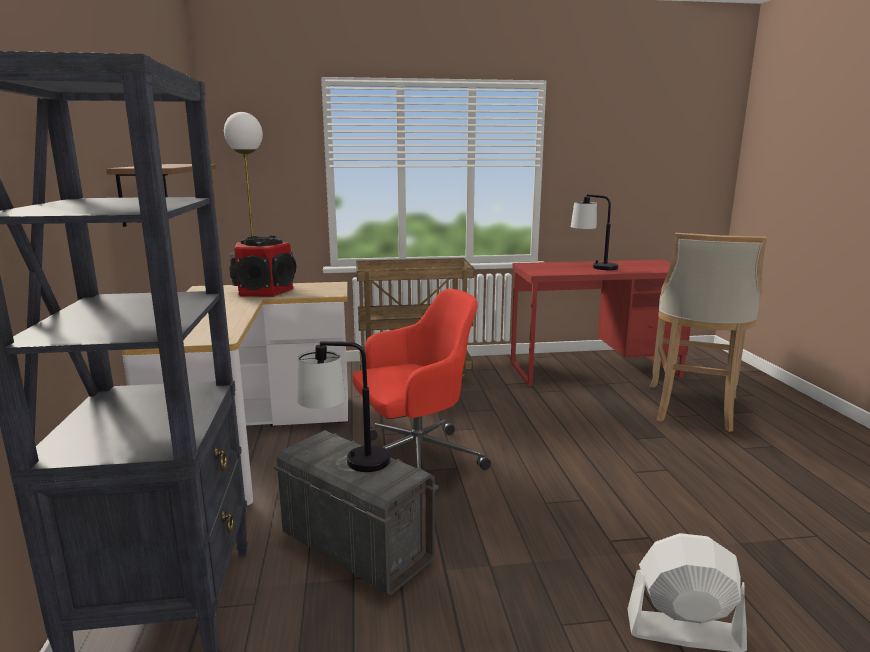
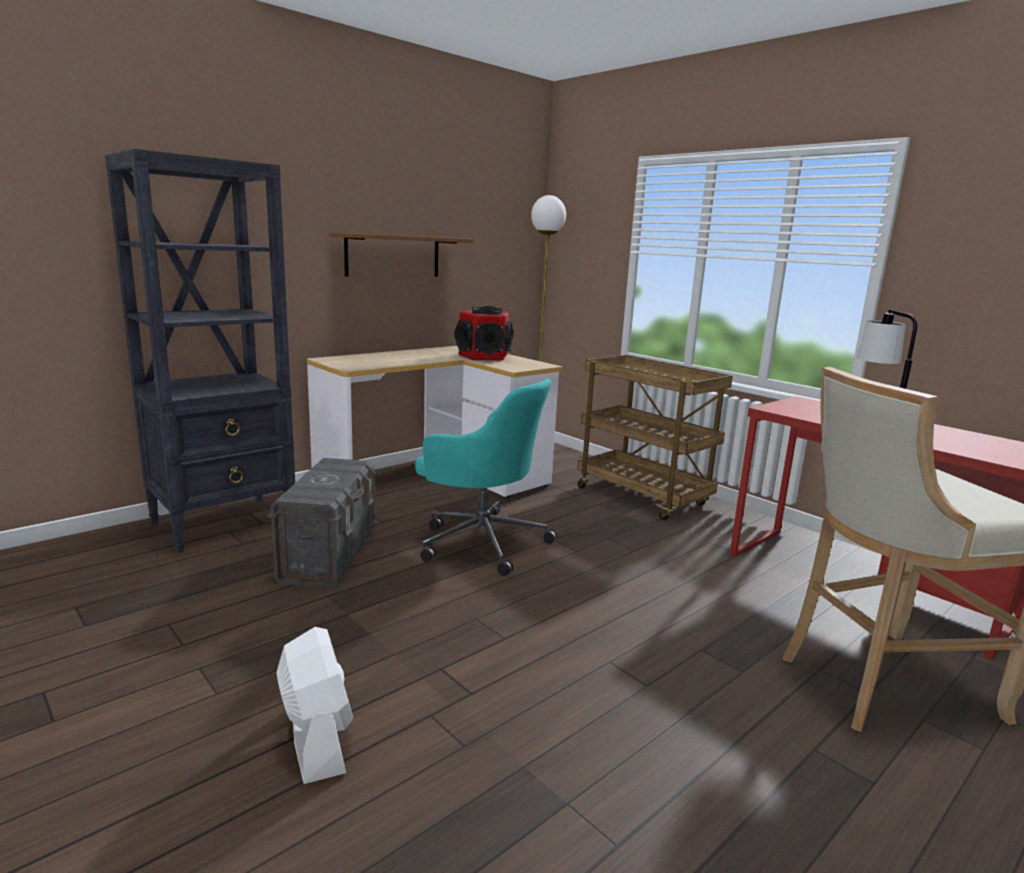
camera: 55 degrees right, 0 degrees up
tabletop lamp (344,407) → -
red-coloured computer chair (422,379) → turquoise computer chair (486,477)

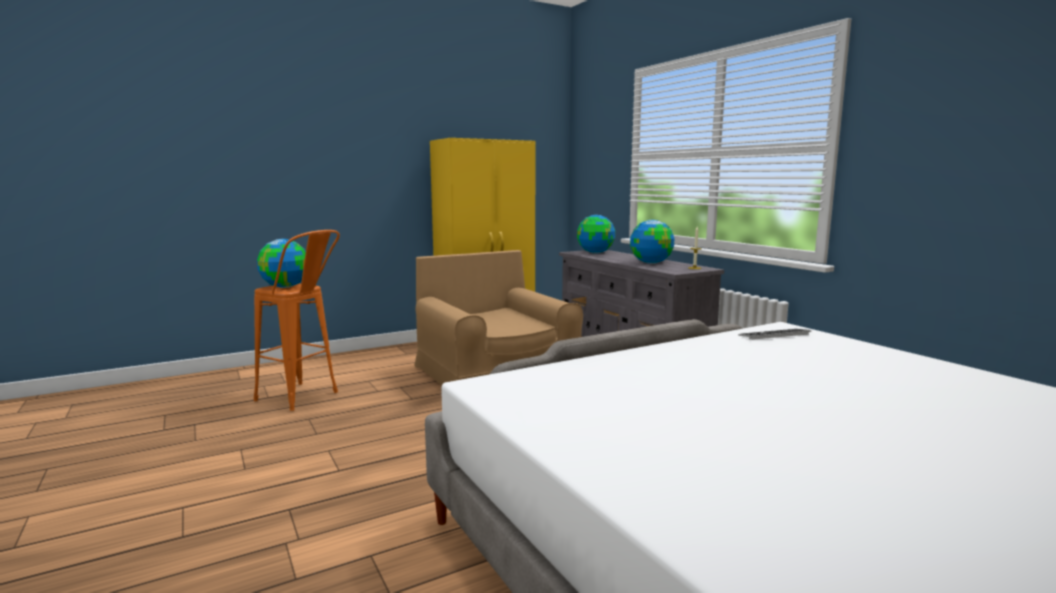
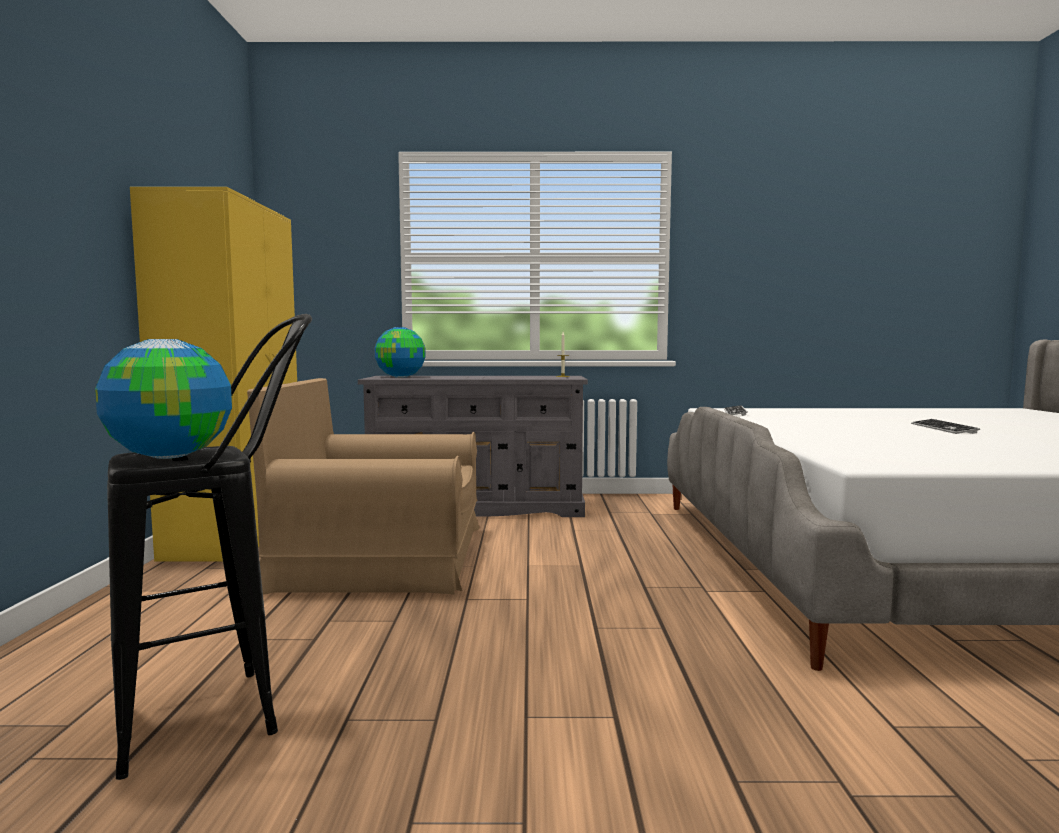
camera: 60 degrees left, 5 degrees down
globe (652,242) → -
- → keyboard (945,426)
orange-coloured stool (296,320) → black-coloured stool (209,547)

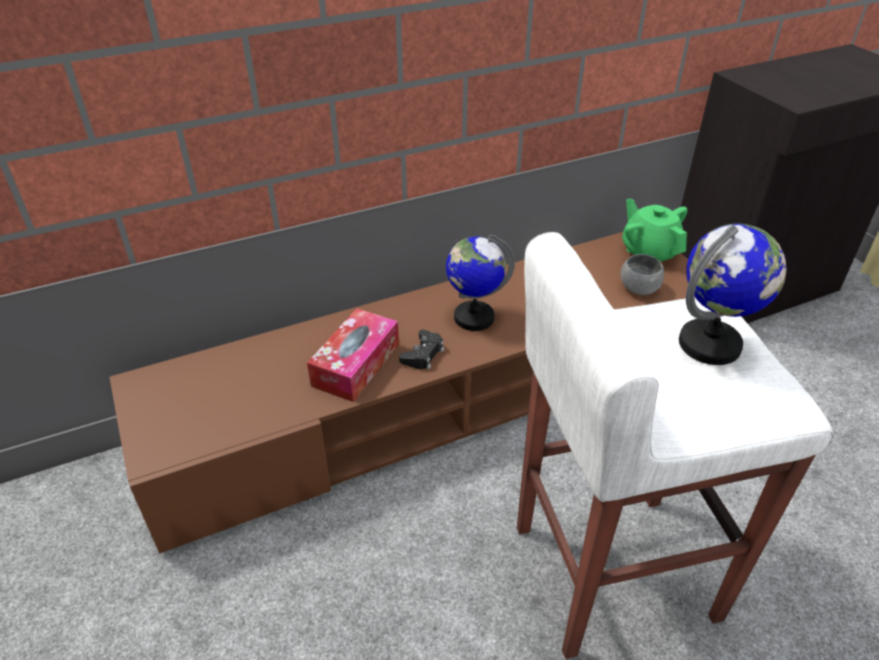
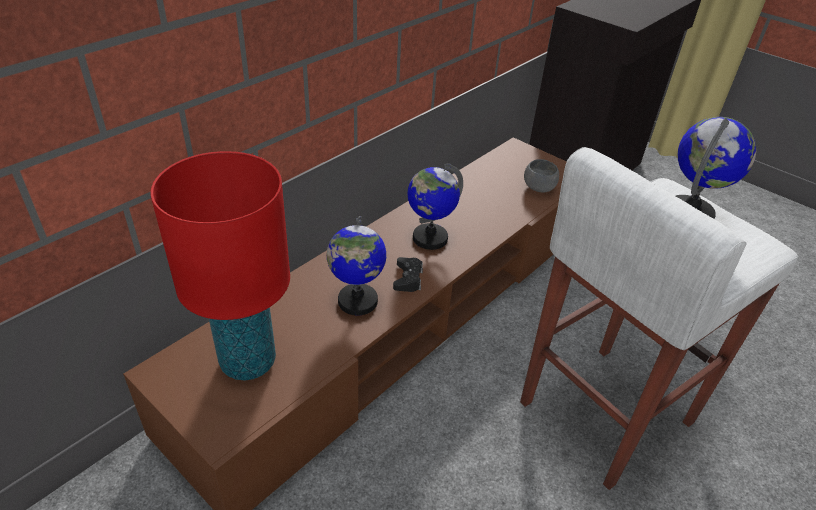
camera: 25 degrees left, 0 degrees up
green-coloured pot for tea (655,230) → -
- → red-coloured tabletop lamp (220,266)
tissue holder (353,355) → globe (356,265)

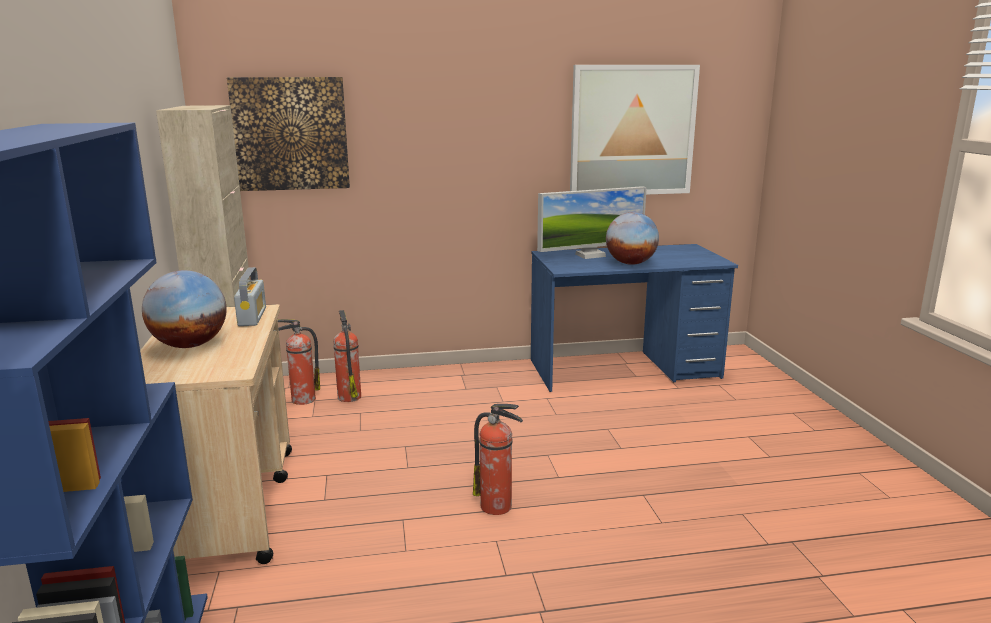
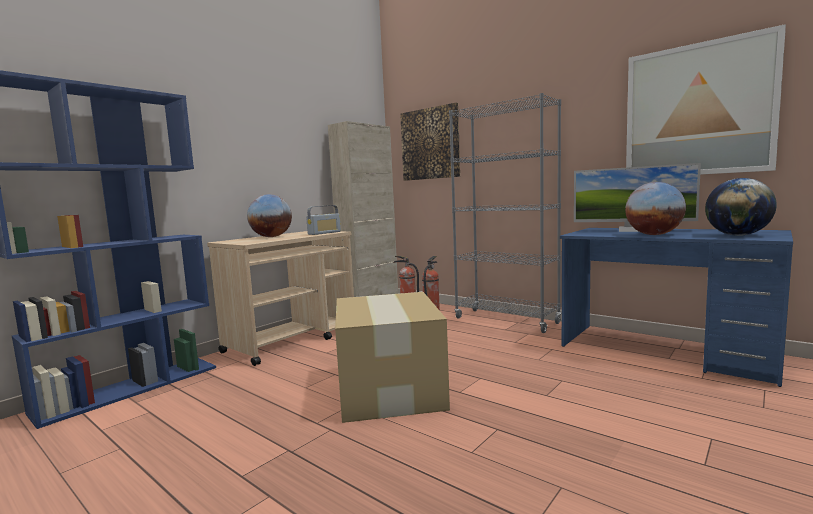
camera: 50 degrees right, 10 degrees down
- → gray shelving unit (505,213)
- → globe (741,207)
extinguisher (498,459) → packing box (392,357)

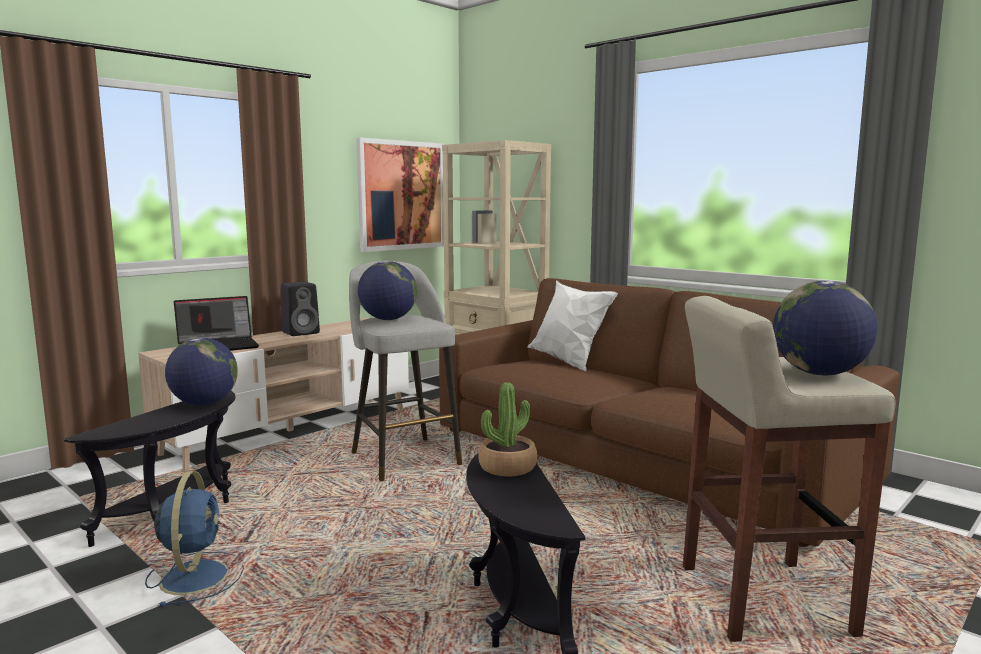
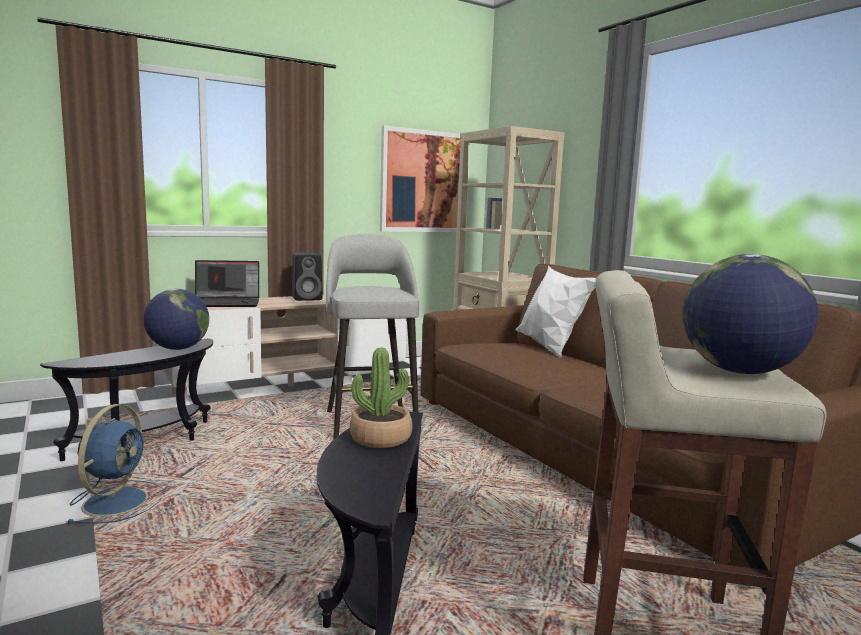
camera: 15 degrees right, 0 degrees up
globe (387,290) → -

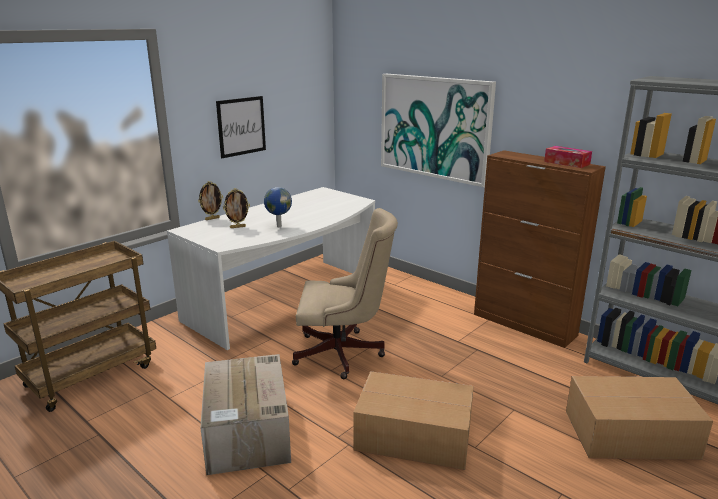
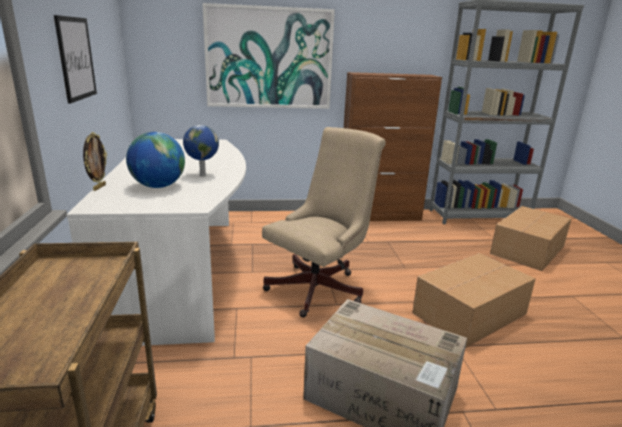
camera: 50 degrees left, 0 degrees up
tissue holder (568,157) → -
standing frame (236,208) → globe (155,160)

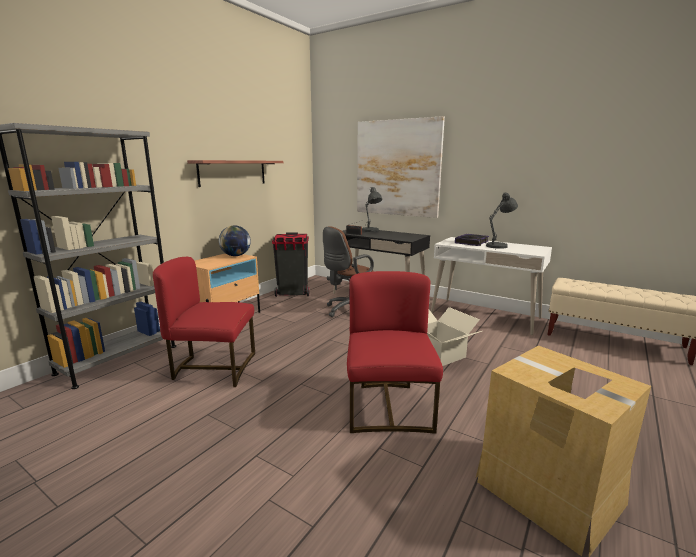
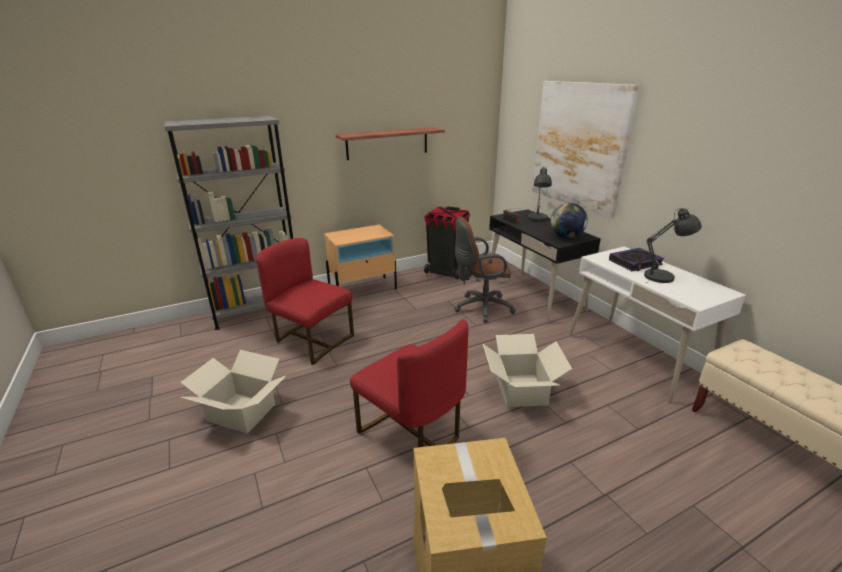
camera: 30 degrees right, 10 degrees up
- → packing box (233,392)
globe (235,241) → globe (569,220), moved
red-coloured upright chair (395,352) → red-coloured upright chair (409,383), 105 degrees clockwise

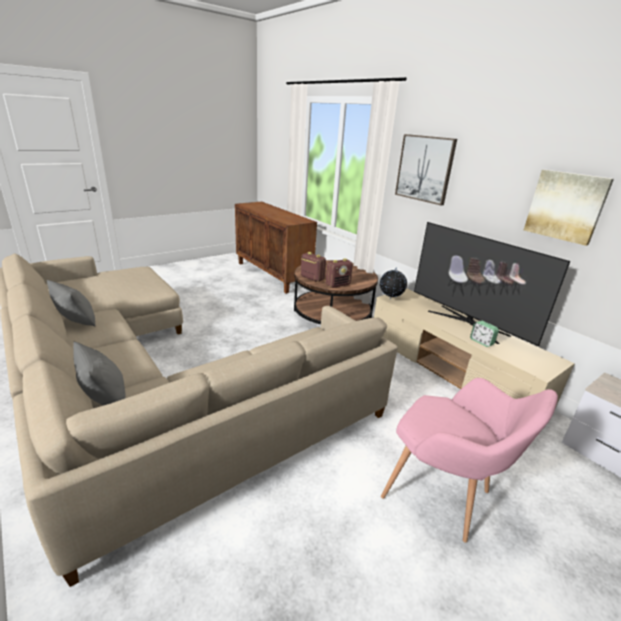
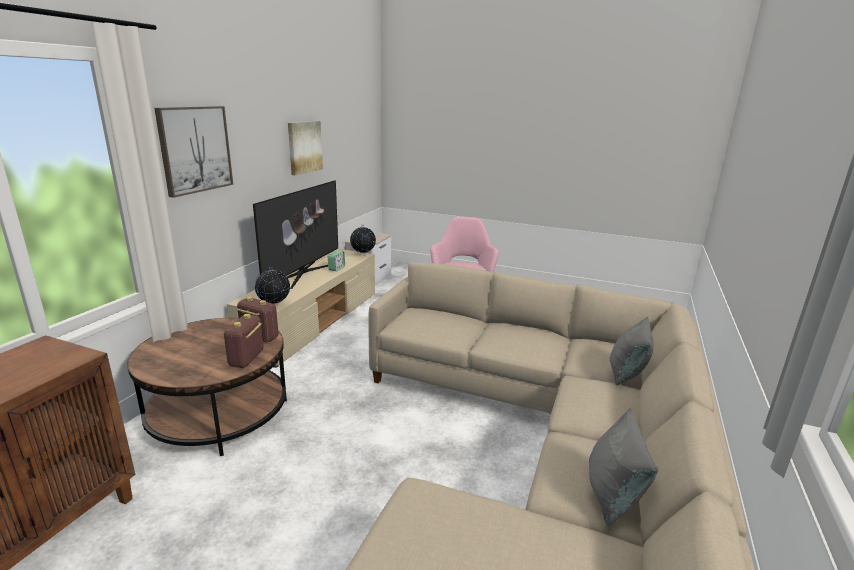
camera: 120 degrees left, 5 degrees down
- → globe (363,239)

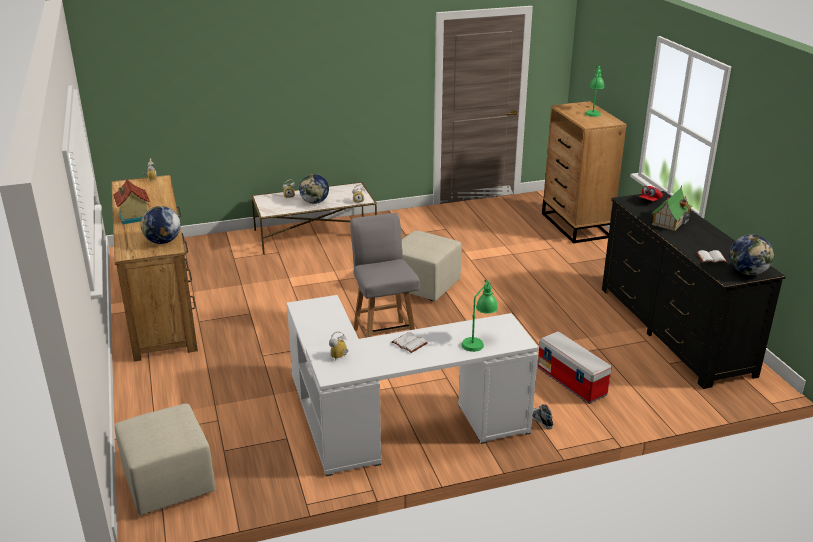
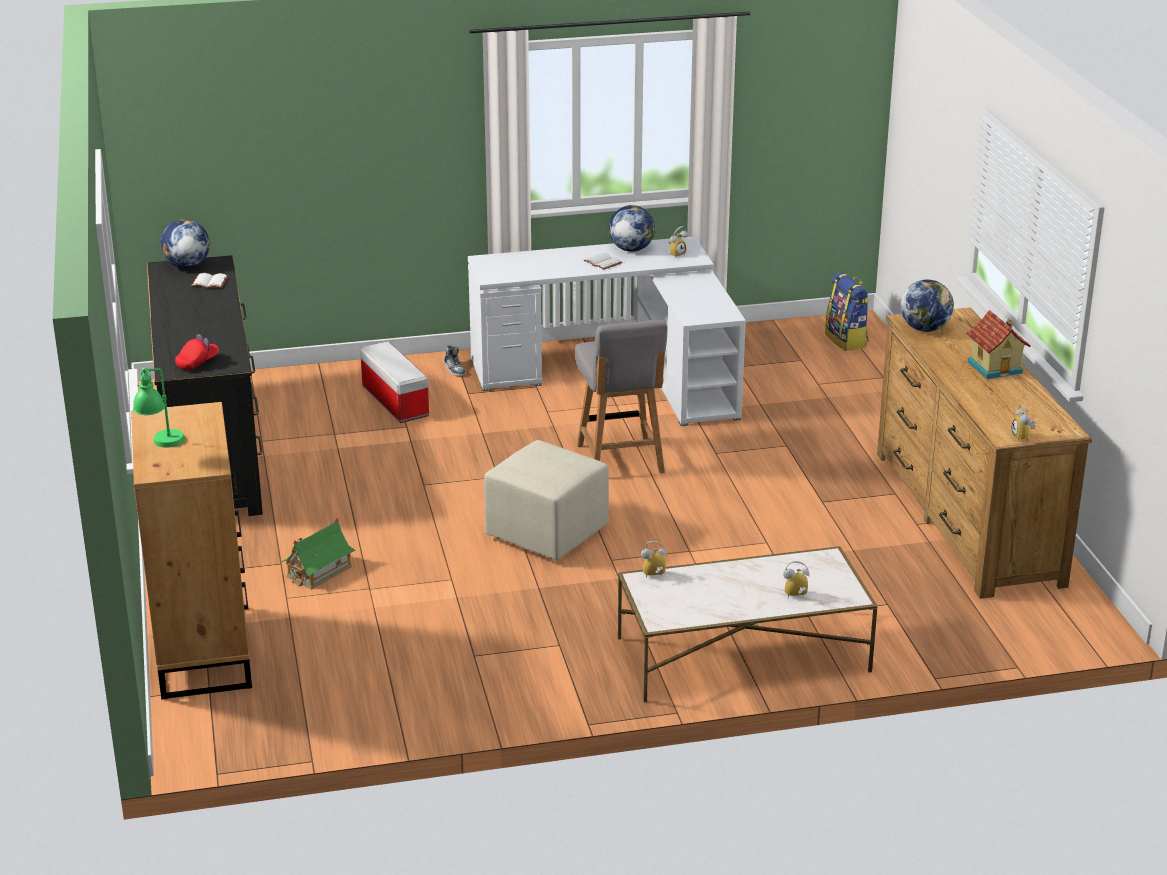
camera: 175 degrees left, 0 degrees up
green-coloured tabletop lamp (479,316) → -
globe (314,189) → globe (632,228), moved
model house (671,208) → model house (318,554), moved
sand-coloured ottoman (165,460) → knapsack (847,311)

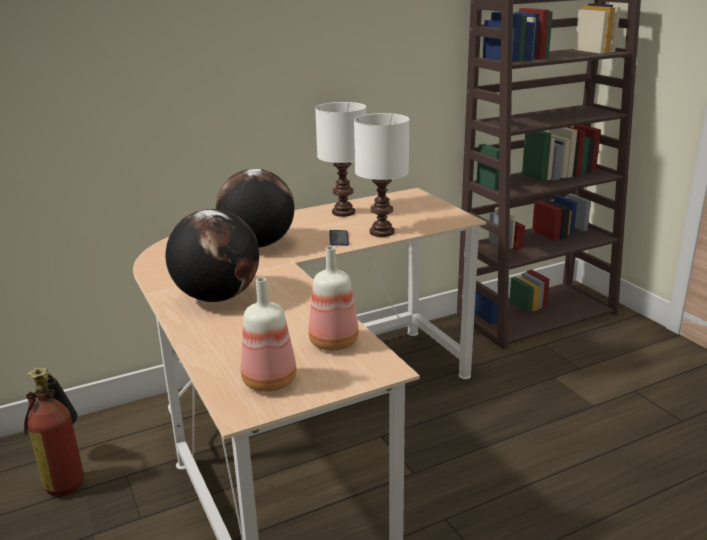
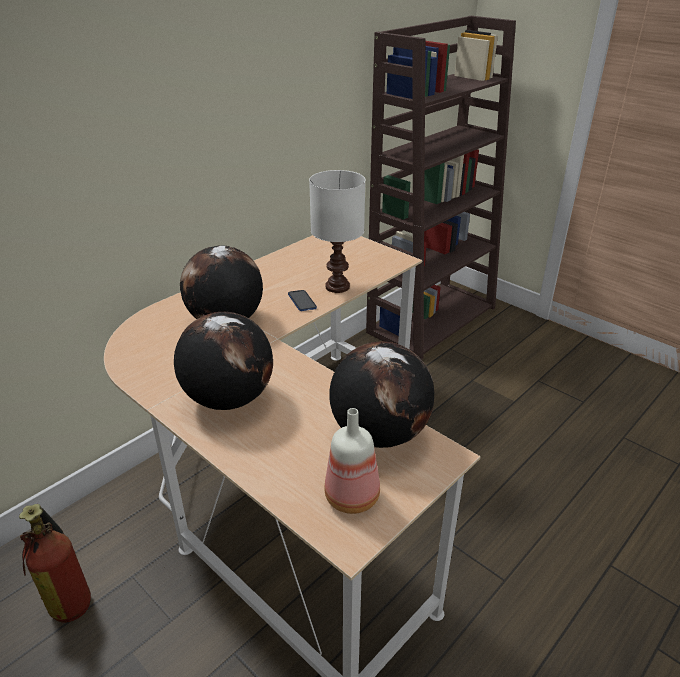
camera: 20 degrees left, 10 degrees up
whitish tabletop lamp (340,159) → -
drink bottle (333,298) → globe (381,394)

